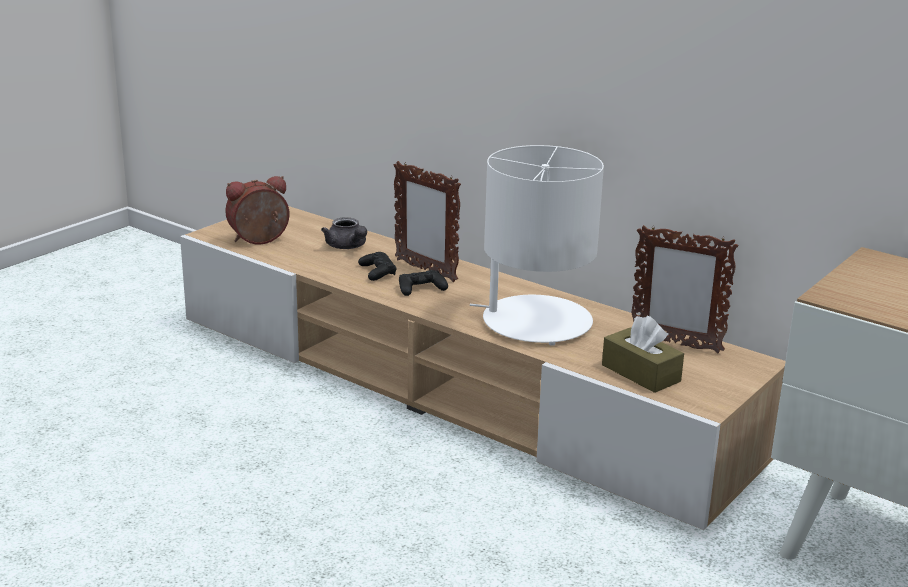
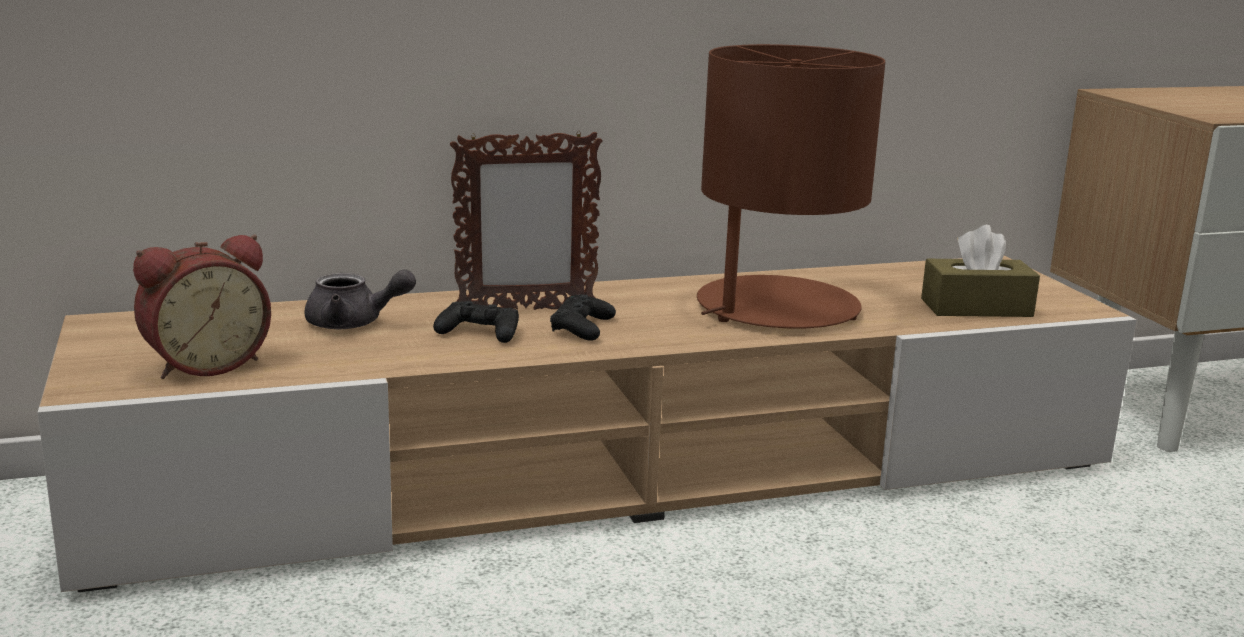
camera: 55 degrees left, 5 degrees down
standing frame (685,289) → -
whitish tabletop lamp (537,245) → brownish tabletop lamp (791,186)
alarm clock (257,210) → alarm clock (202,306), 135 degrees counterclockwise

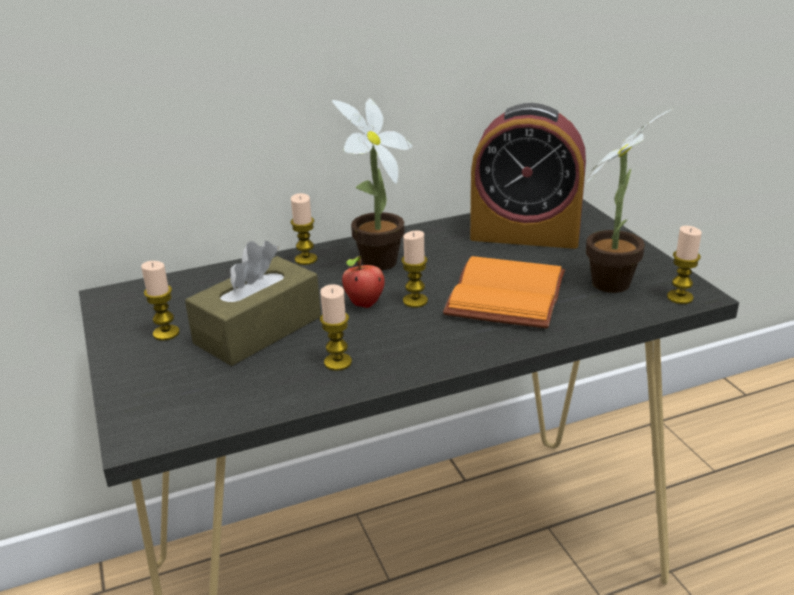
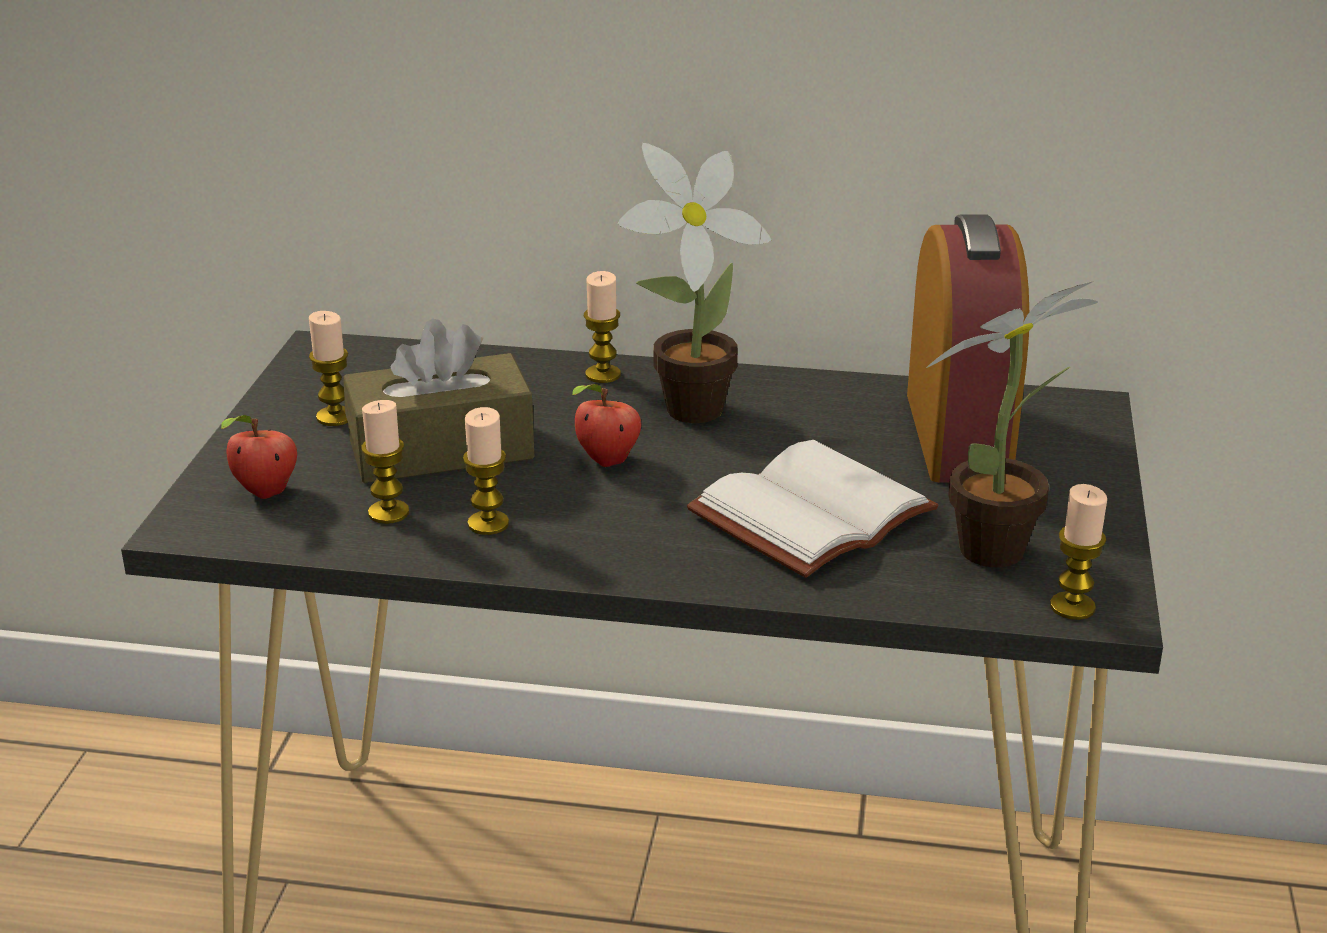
camera: 30 degrees right, 0 degrees up
- → apple (259,457)
wax light (414,269) → wax light (385,462), moved
orange-coloured book (504,292) → whitish book (813,509)
alarm clock (528,176) → alarm clock (968,348), 135 degrees counterclockwise

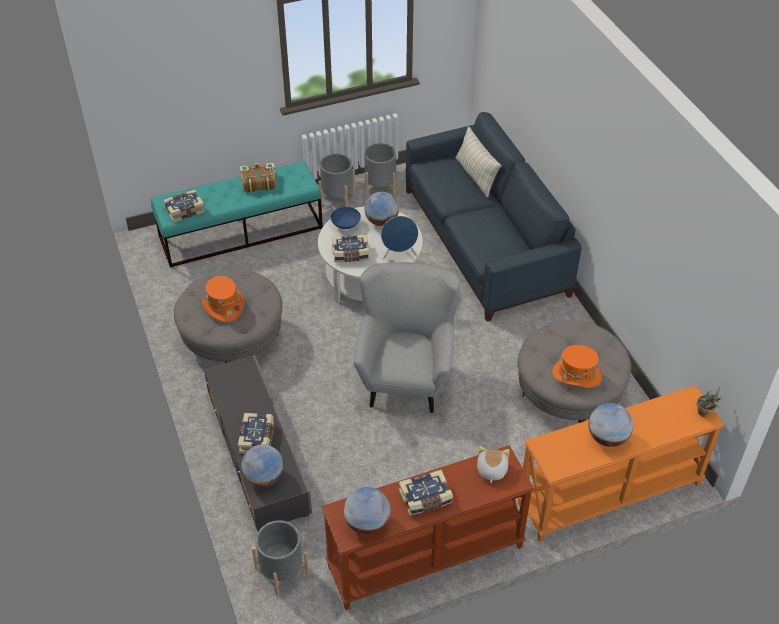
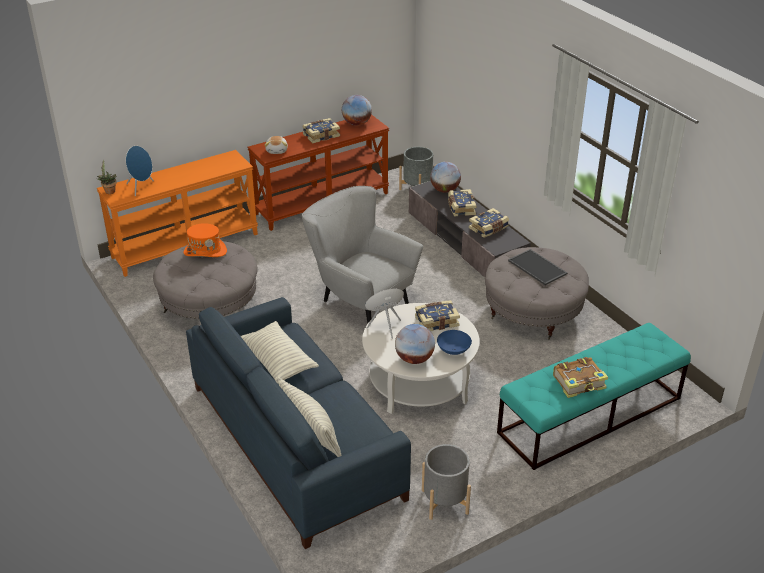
camera: 170 degrees right, 10 degrees down
gray planter (336,180) → -
globe (611,425) → -
- → bluish speaker (140,171)
- → pillow (280,352)
book (184,206) → book (489,223), moved
orange-coloured clothing hat (223,299) → carrying tray (537,267)
gray lounge chair (406,337) → gray lounge chair (362,254), 135 degrees clockwise

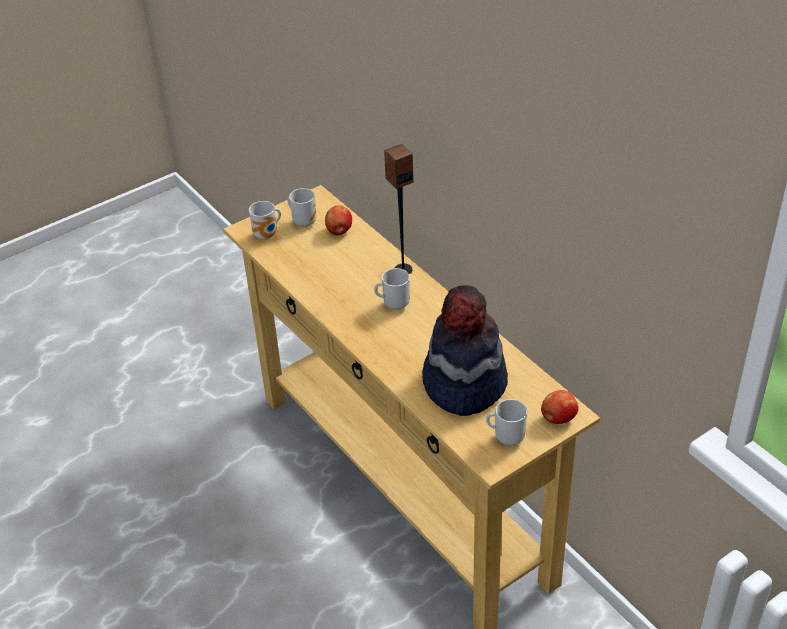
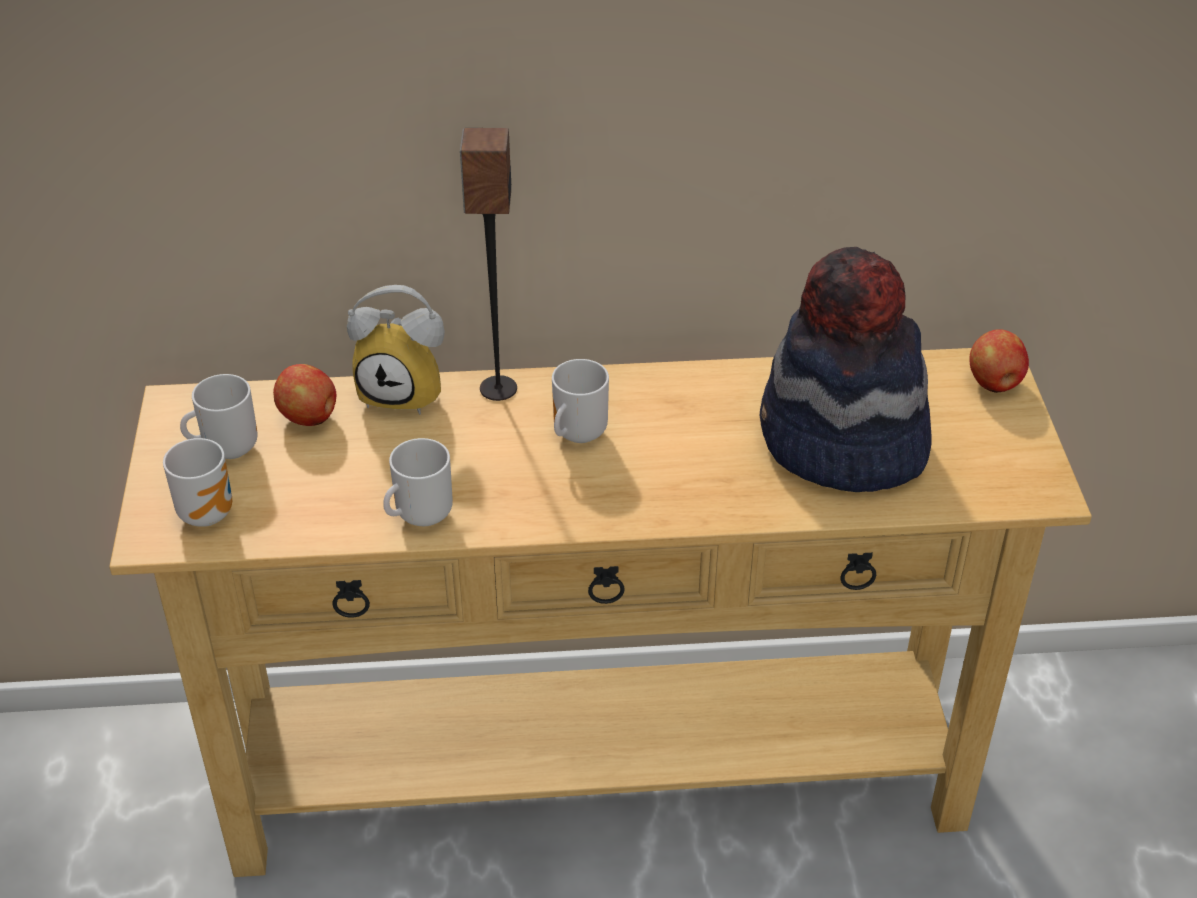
camera: 60 degrees left, 0 degrees up
- → alarm clock (396,350)
coffee mug (506,422) → coffee mug (418,482), moved

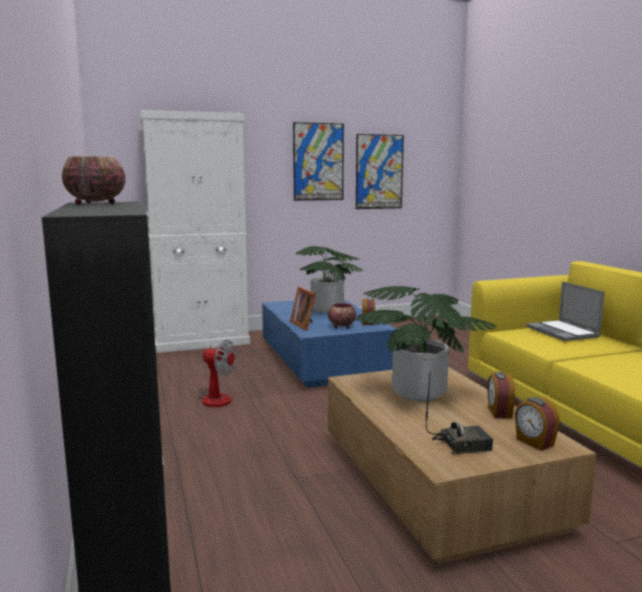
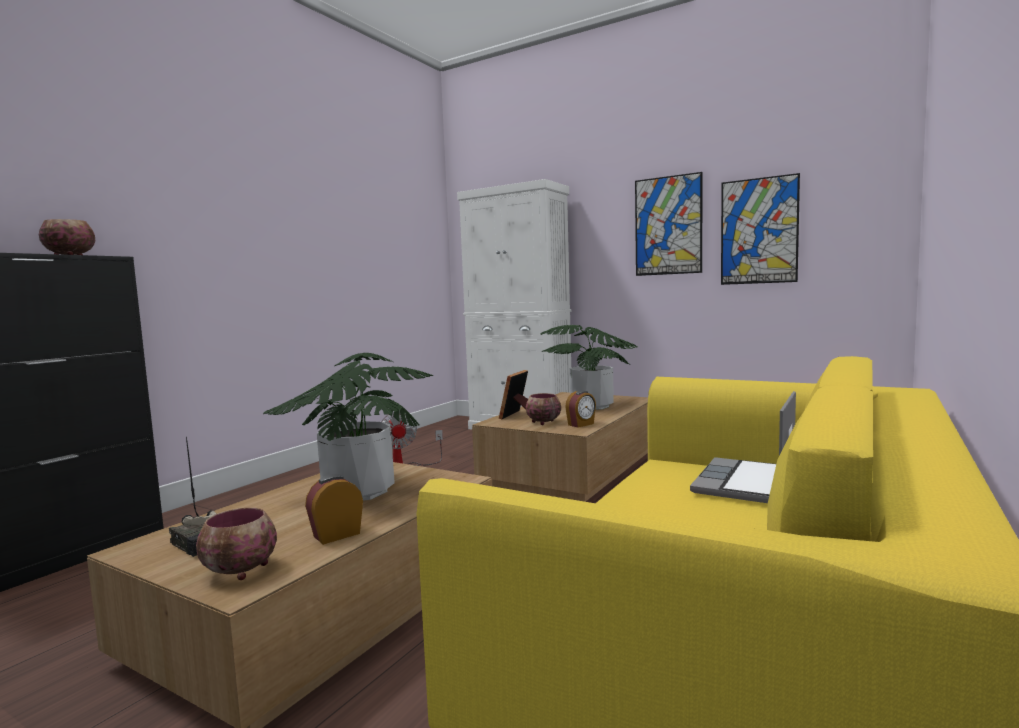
camera: 50 degrees right, 5 degrees down
alarm clock (537,424) → bowl (236,544)
bluish lounge table (329,344) → brownish lounge table (560,447)

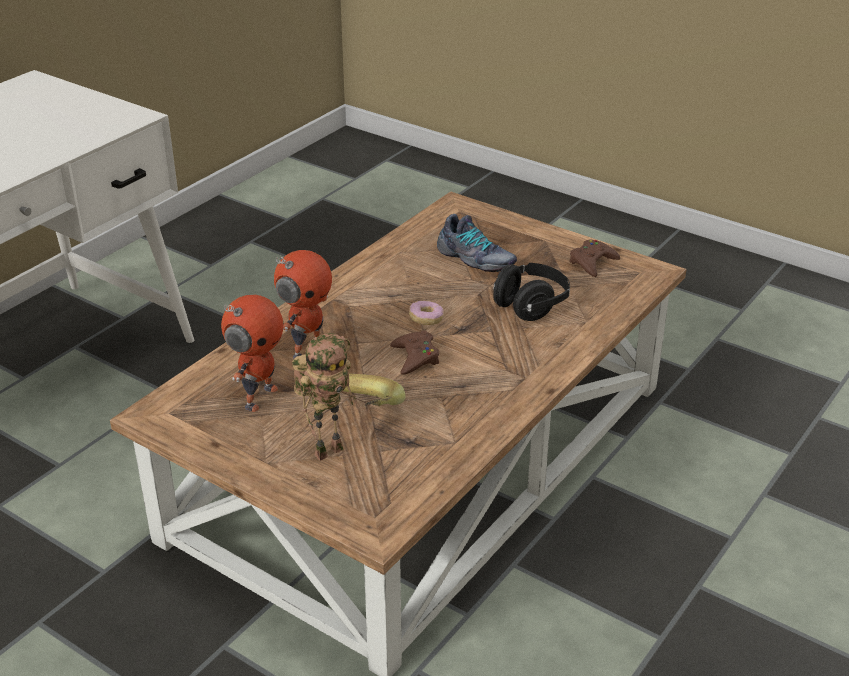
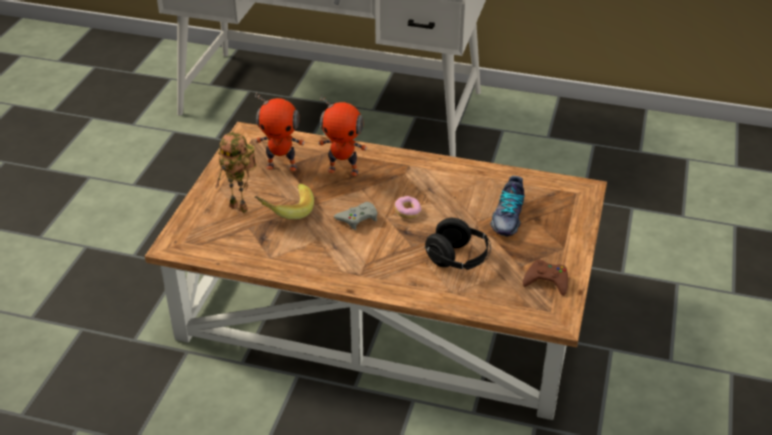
camera: 70 degrees right, 5 degrees up
brownish gamepad (414,352) → gray gamepad (355,216)

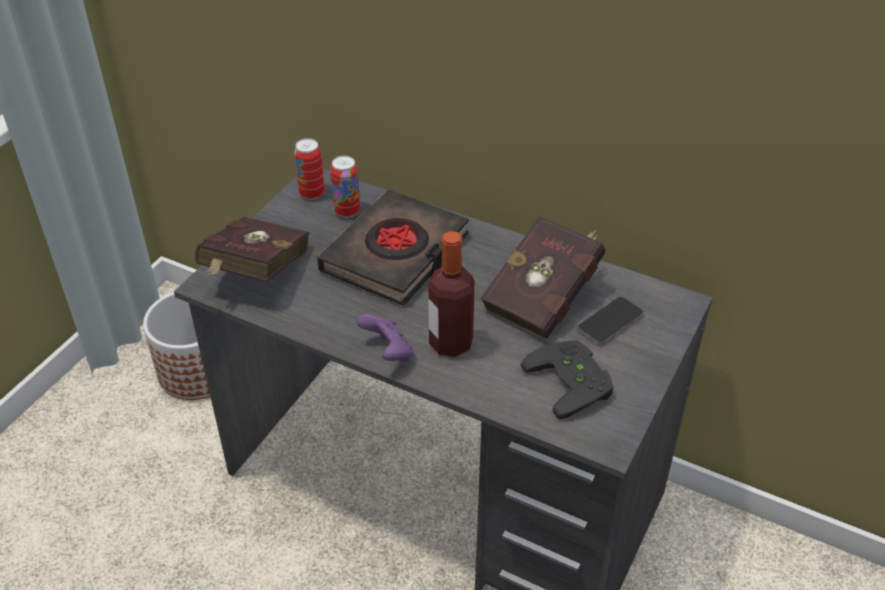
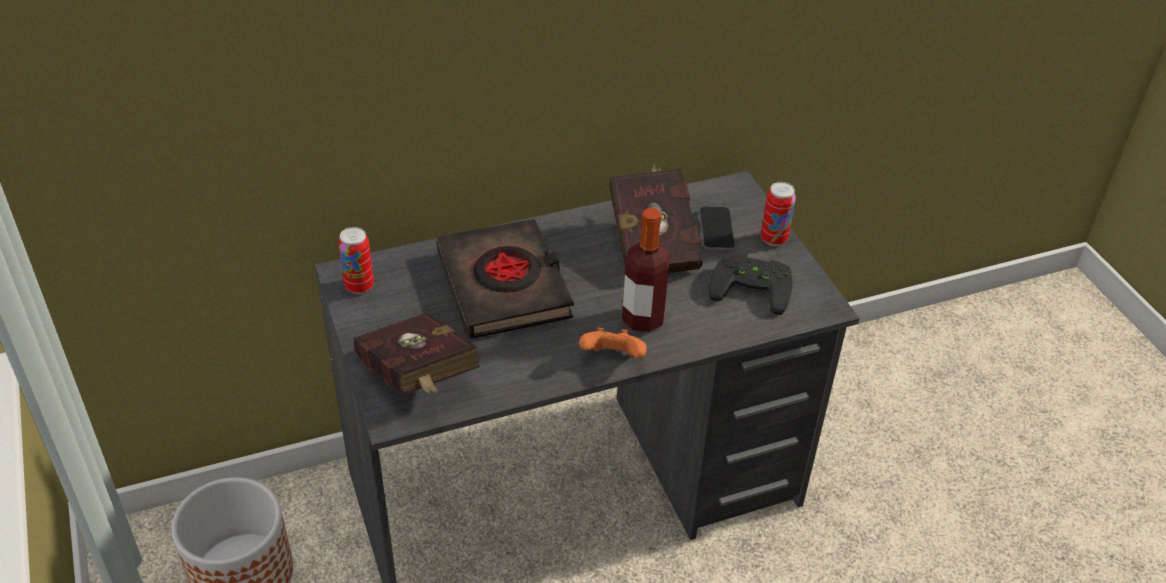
camera: 50 degrees left, 0 degrees up
sealed can (345,187) → sealed can (778,214), moved
purple gamepad (385,338) → orange-coloured gamepad (613,343)

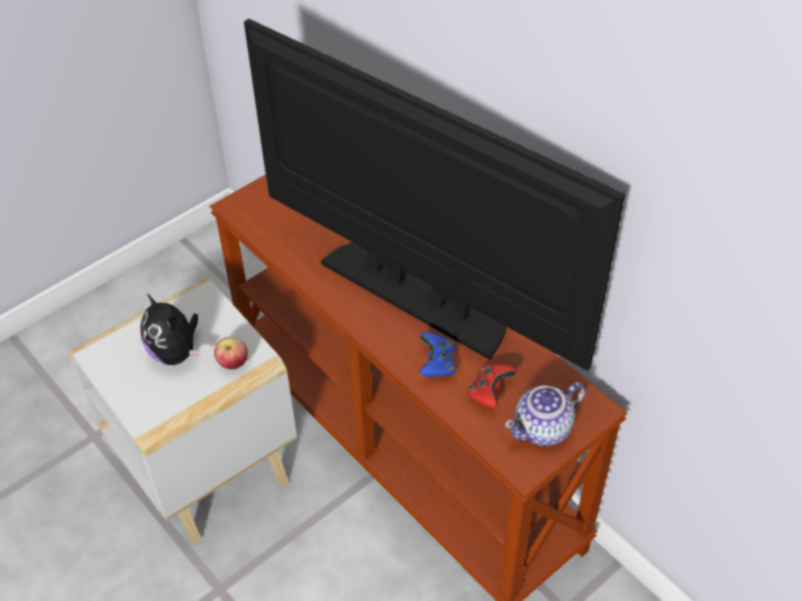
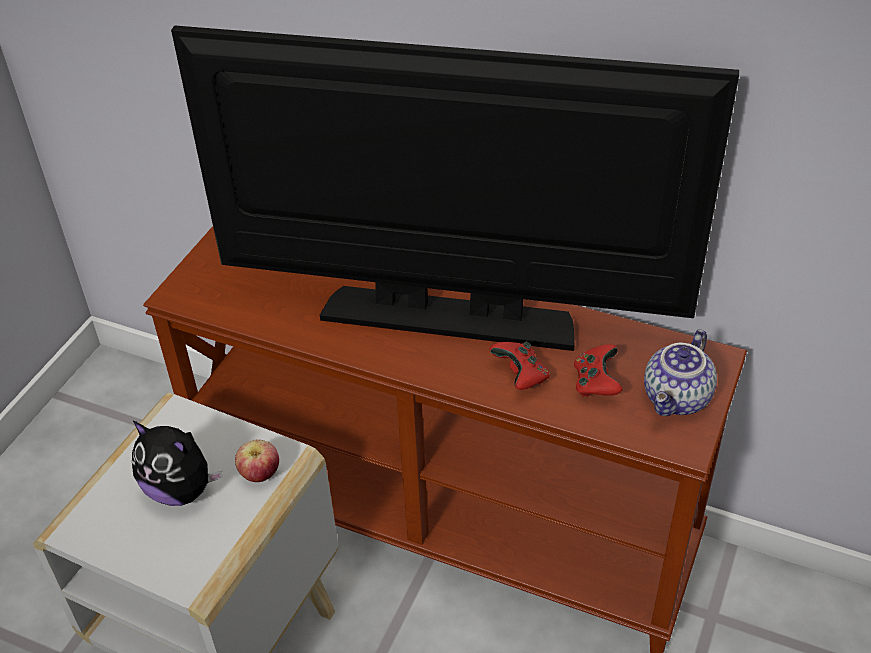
camera: 25 degrees left, 5 degrees down
bluish gamepad (438,354) → red-coloured gamepad (520,366)

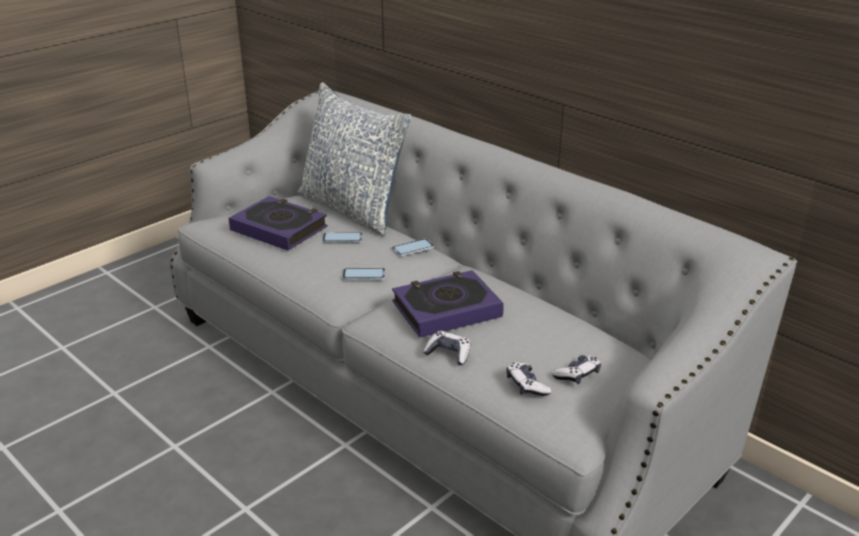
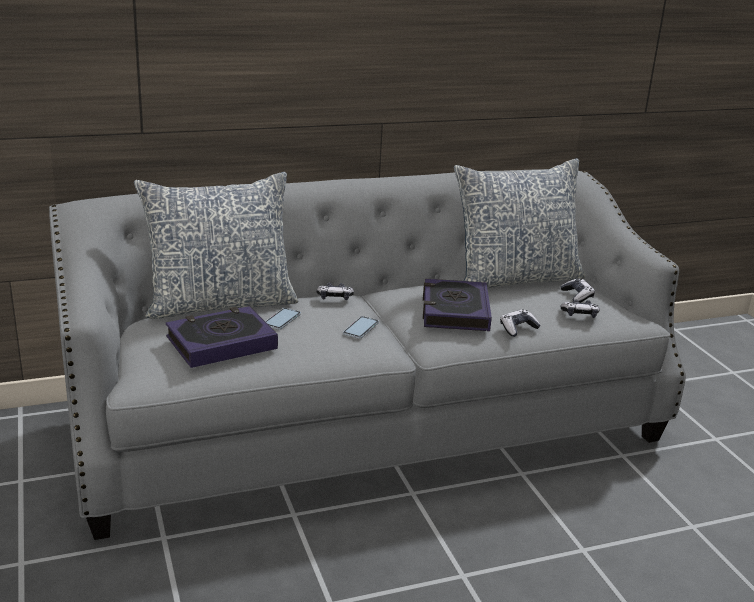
camera: 65 degrees left, 5 degrees down
- → pillow (519,223)
handset (413,247) → gamepad (335,291)

